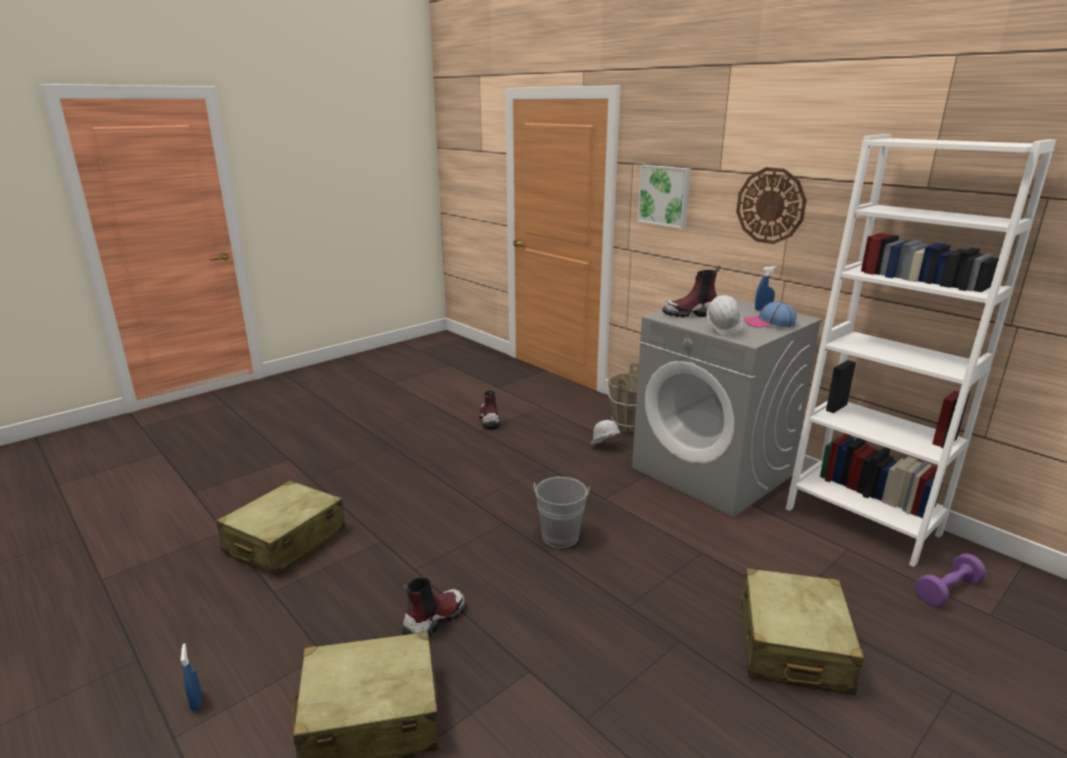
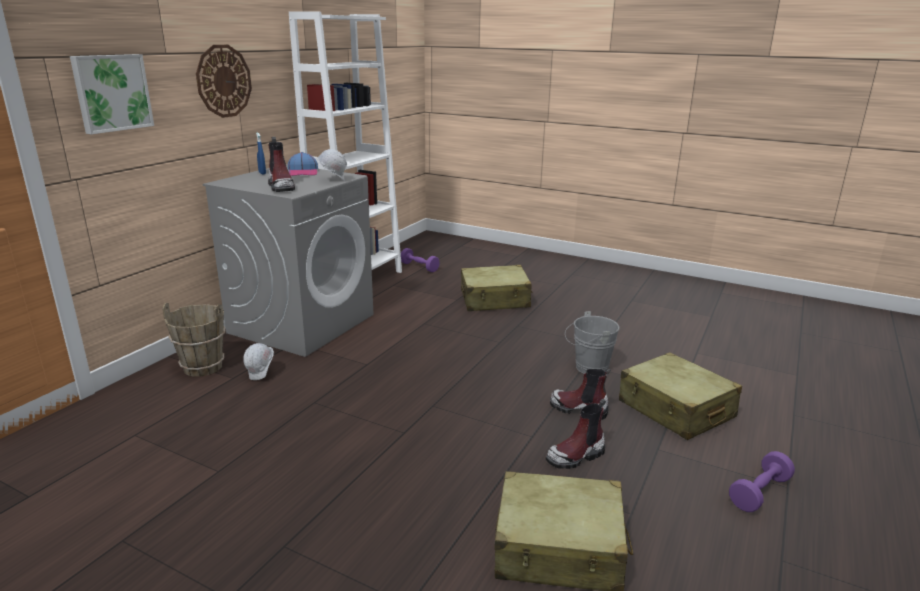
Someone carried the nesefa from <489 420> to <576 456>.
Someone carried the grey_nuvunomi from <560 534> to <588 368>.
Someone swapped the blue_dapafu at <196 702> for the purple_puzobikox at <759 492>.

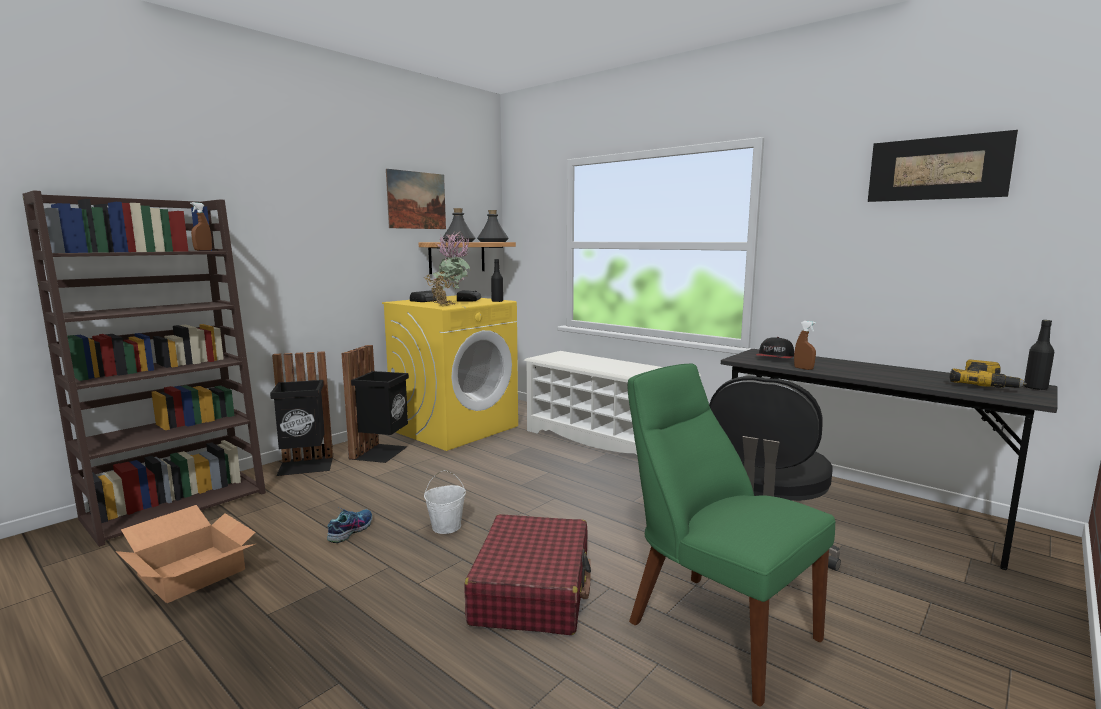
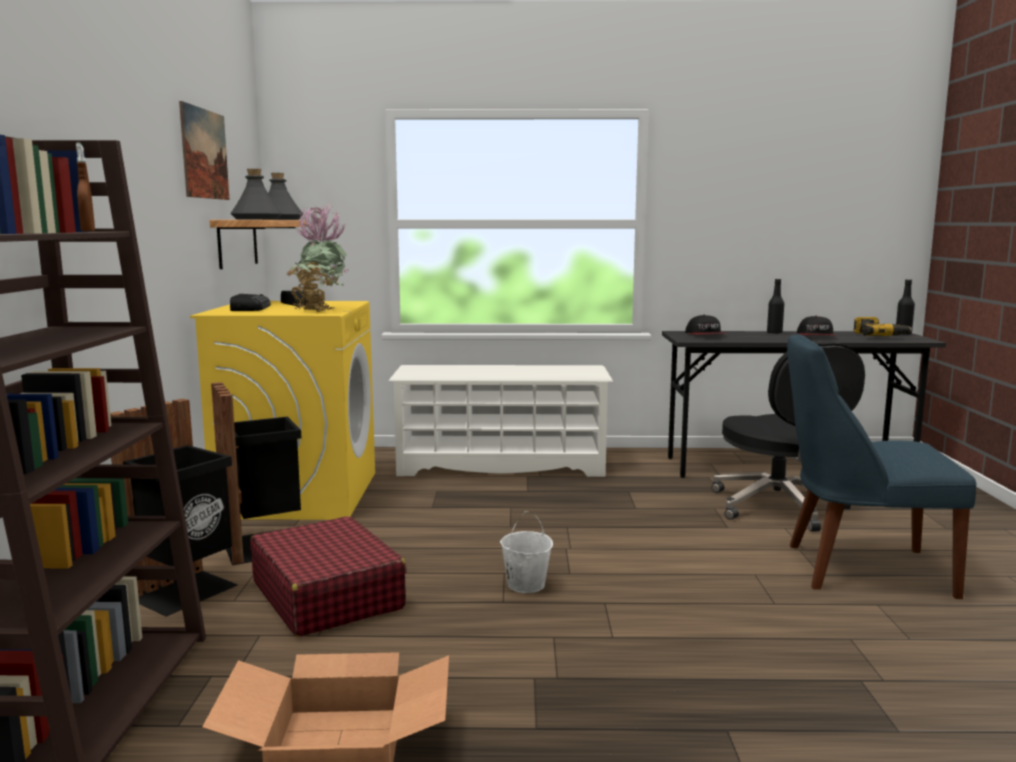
Someone carried the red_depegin from <532 590> to <327 595>.
Someone carried the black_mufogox from <497 301> to <774 333>.
Someone repainted the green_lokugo at <715 627>, which became the blue_lokugo at <859 569>.
Someone put down the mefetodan at <816 336>.
Someone took away the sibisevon at <350 530>.
Someone took away the brown_dapafu at <803 368>.
Someone took away the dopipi at <937 168>.

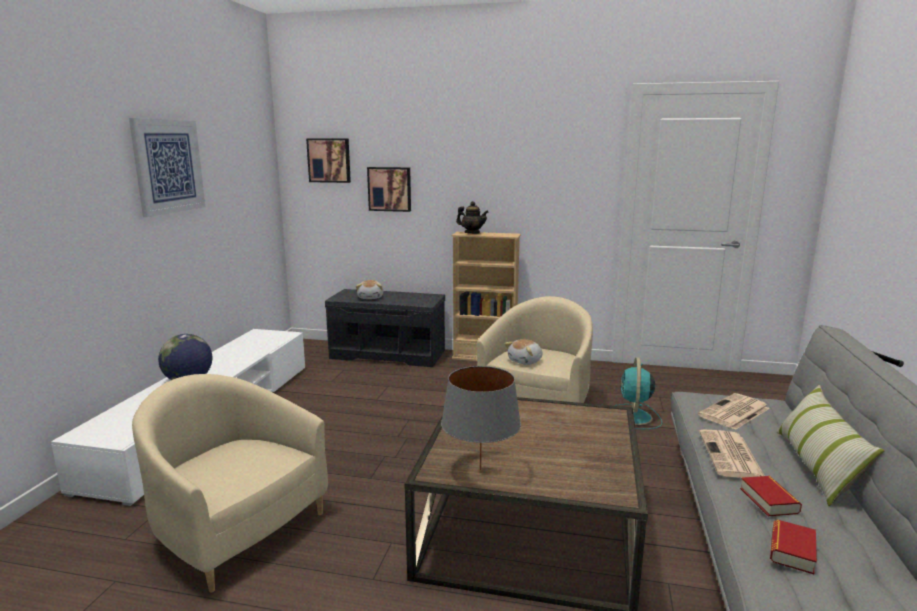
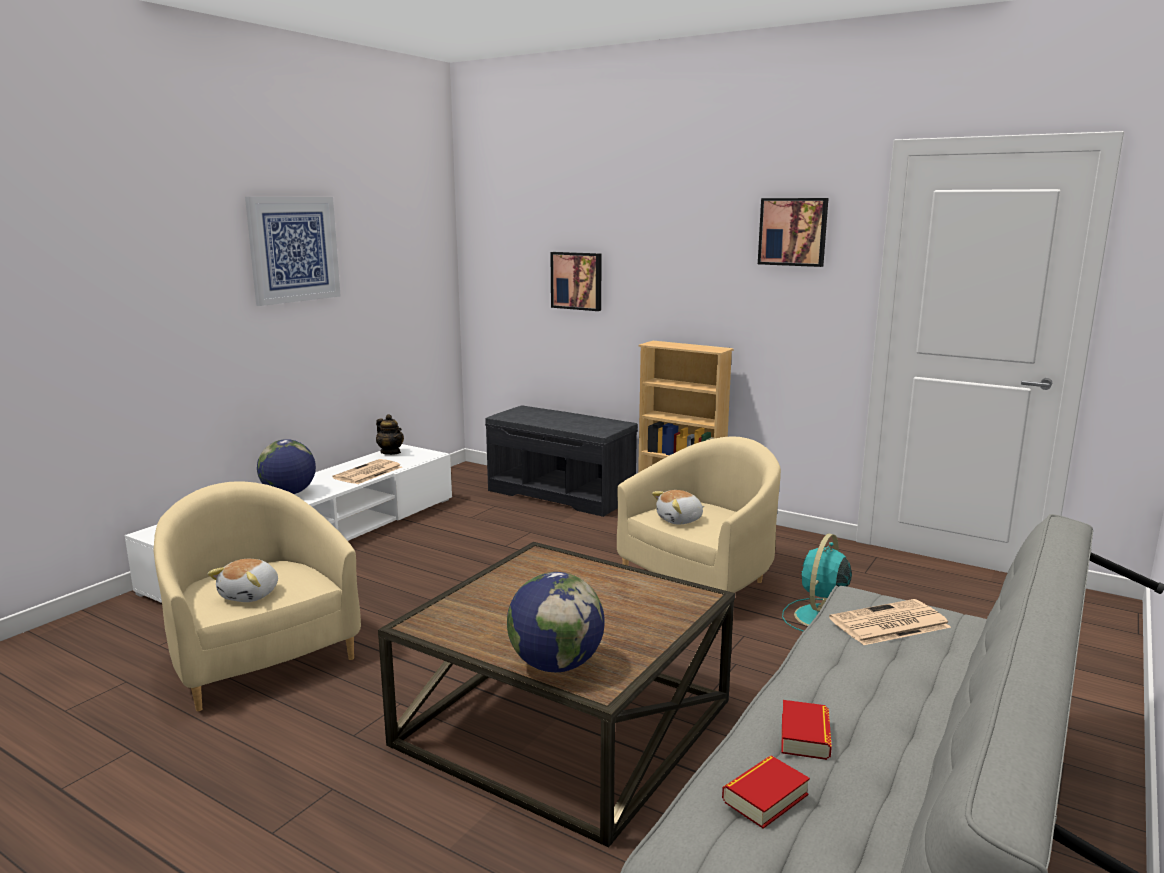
Someone carried the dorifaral from <371 297> to <251 595>.
Someone carried the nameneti from <731 456> to <367 473>.
Someone carried the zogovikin from <472 233> to <390 452>.
Someone put down the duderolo at <556 665>.
Someone carried the dopipi from <329 160> to <793 231>.
Someone took away the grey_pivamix at <480 469>.
Someone took away the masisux at <816 467>.

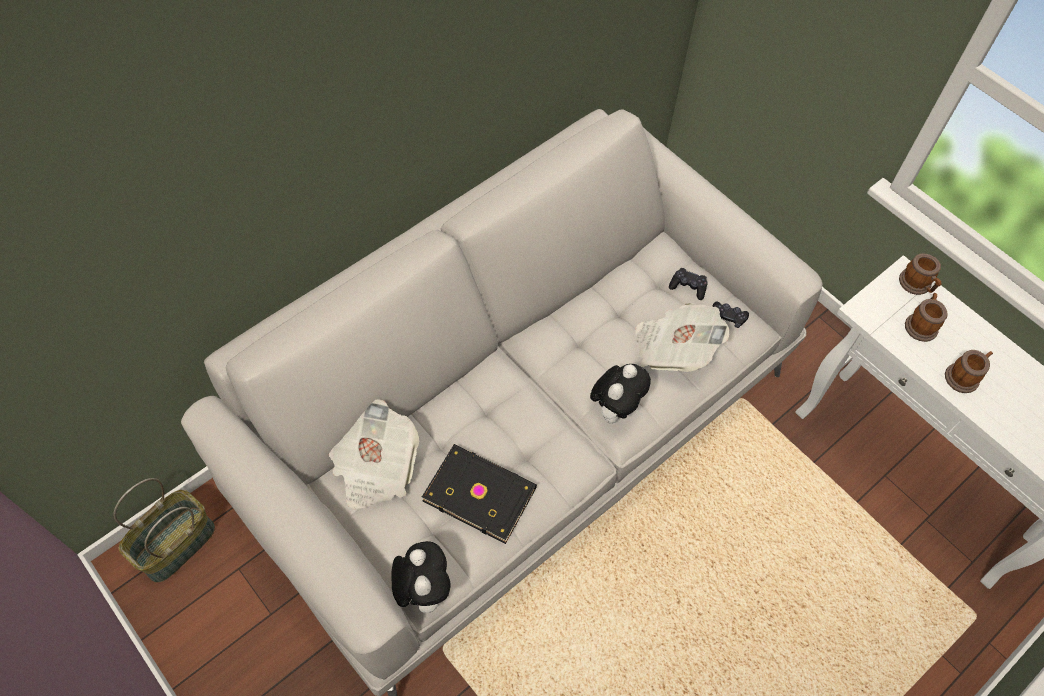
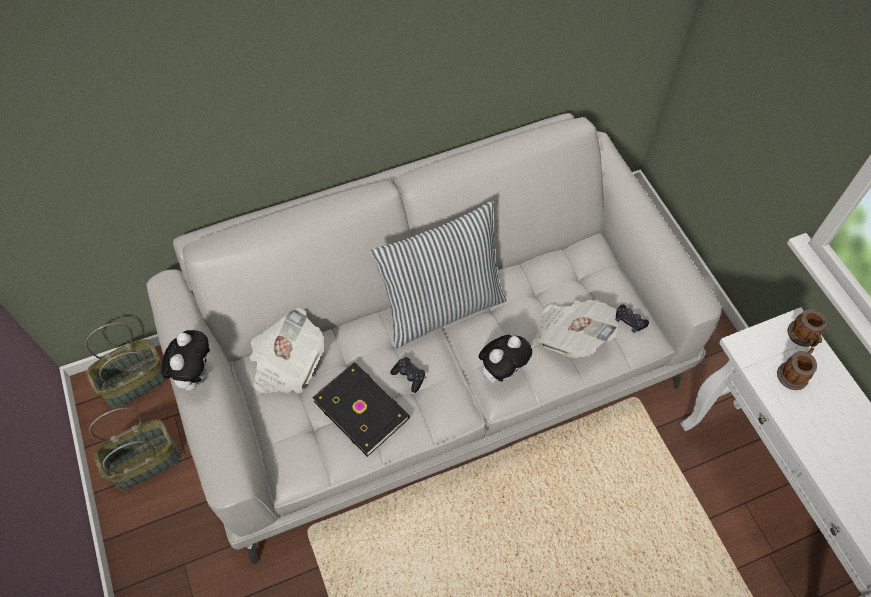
Someone put down the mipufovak at <145 461>.
Someone carried the dorifaral from <423 589> to <195 374>.
Someone put down the masisux at <441 307>.
Someone carried the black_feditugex from <688 287> to <409 376>.
Someone took away the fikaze at <964 376>.

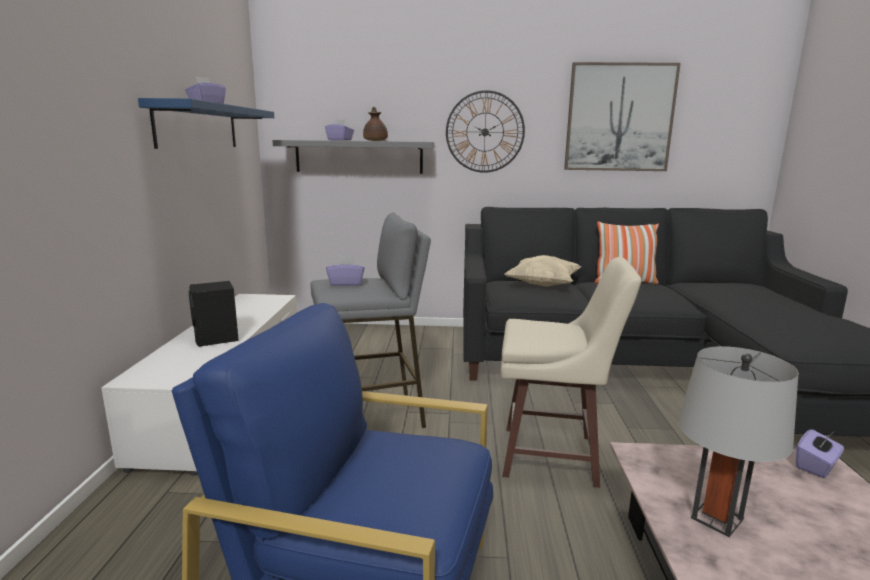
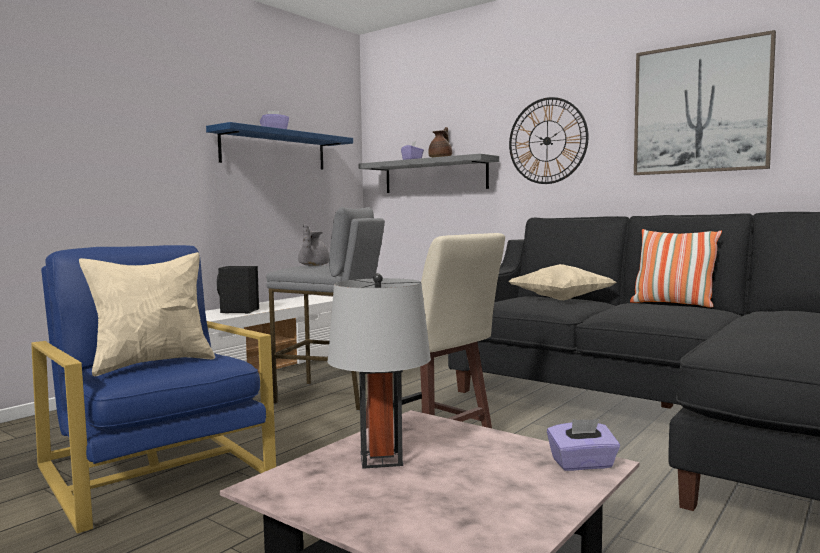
Someone put down the beige_masisux at <152 364>.
Someone swapped the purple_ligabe at <346 283> for the grey_zogovikin at <312 265>.

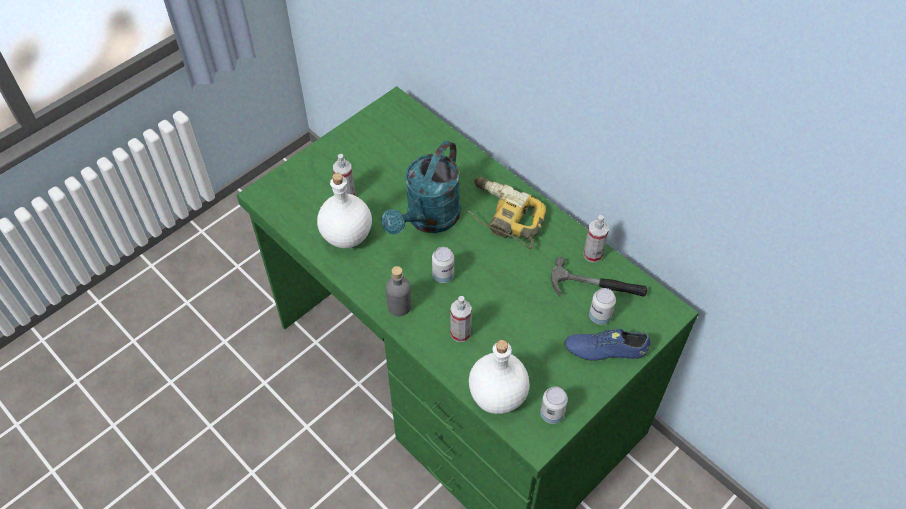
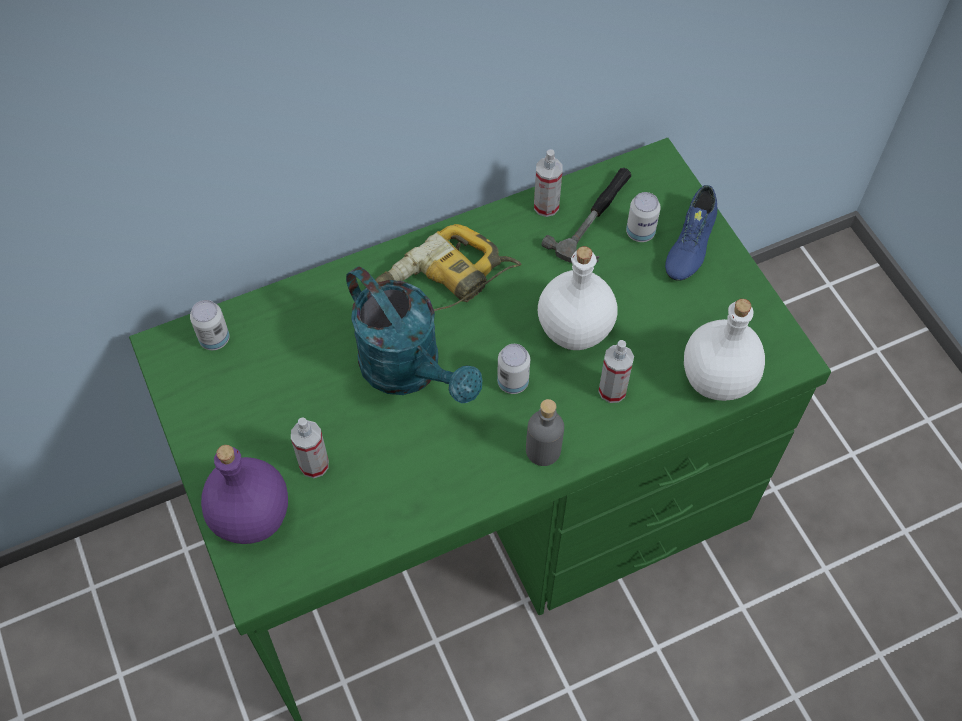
Someone carried the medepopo from <552 414> to <214 339>.
Someone put down the purple_mufogox at <252 514>.
Someone carried the white_mufogox from <346 235> to <573 329>.

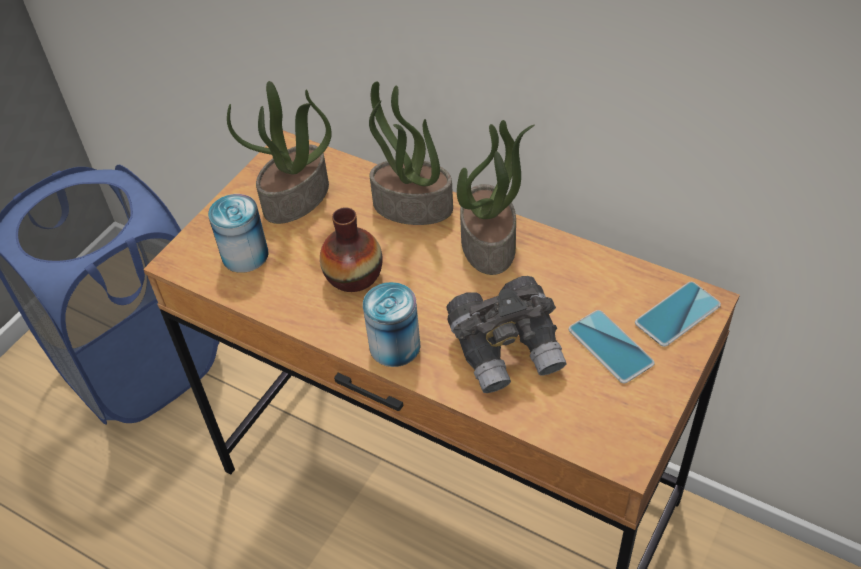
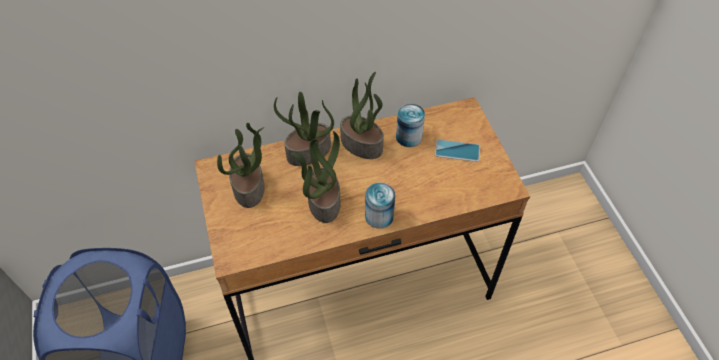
Someone swapped the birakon at <354 276> for the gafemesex at <323 201>.
Someone carried the medepopo from <245 255> to <408 137>.
Someone took away the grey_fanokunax at <507 349>.
Someone took away the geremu at <677 314>.

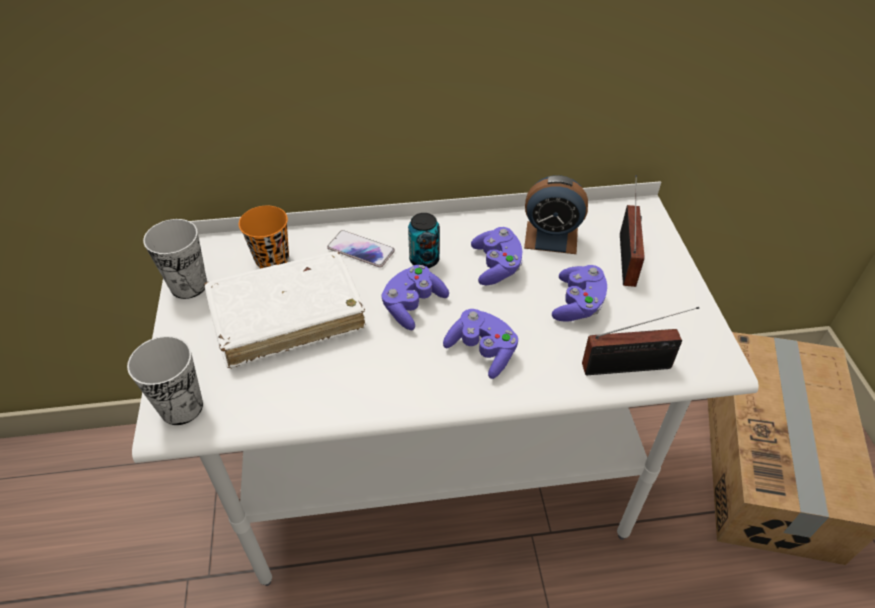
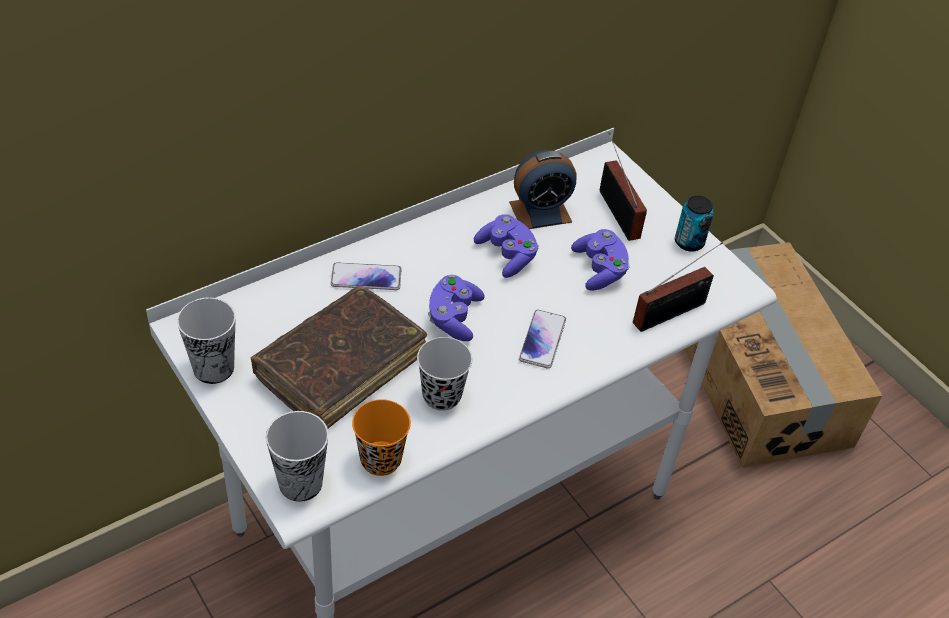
Someone repainted the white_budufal at <287 317>, which became the brown_budufal at <340 366>.
Someone carried the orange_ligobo from <272 260> to <380 460>.
Someone put down the black_ligobo at <441 396>.
Someone swapped the purple_feditugex at <482 351> for the geremu at <542 340>.
Someone carried the medepopo from <424 260> to <689 242>.

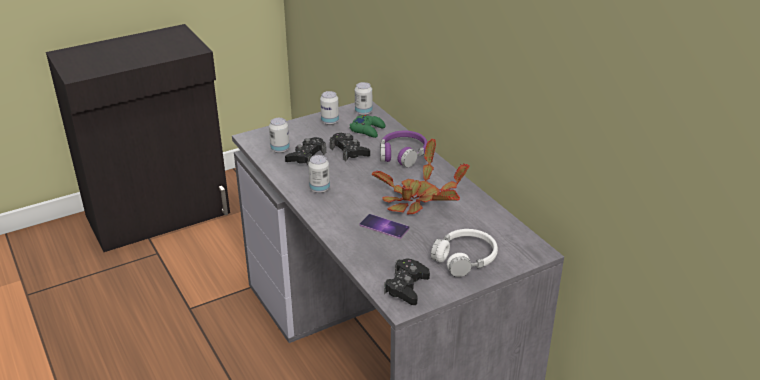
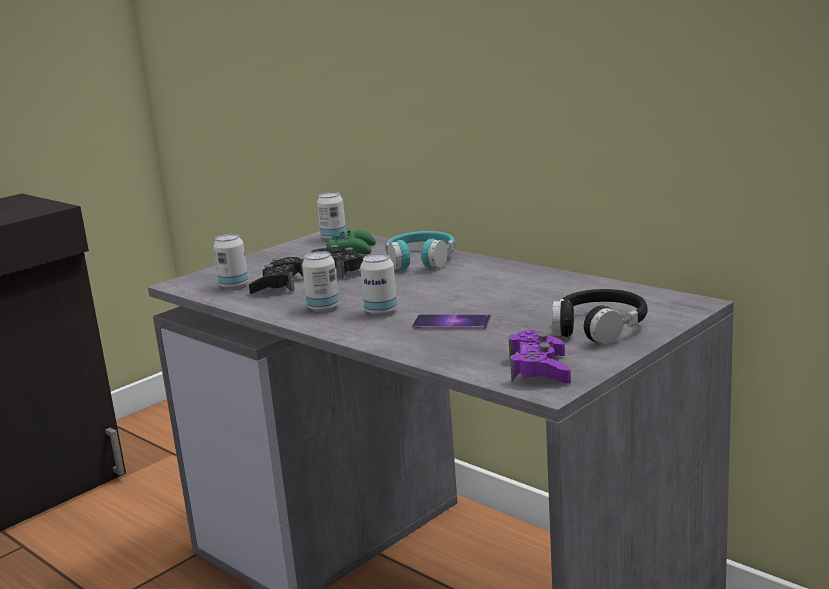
Someone carried the medepopo from <330 122> to <381 311>.
Someone repainted the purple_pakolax at <402 154>, which became the turquoise_pakolax at <420 260>.
Someone repainted the black_feditugex at <406 287>, which became the purple_feditugex at <539 369>.
Someone repainted the white_pakolax at <465 258>, which became the black_pakolax at <598 328>.
Someone took away the gafemesex at <417 200>.

